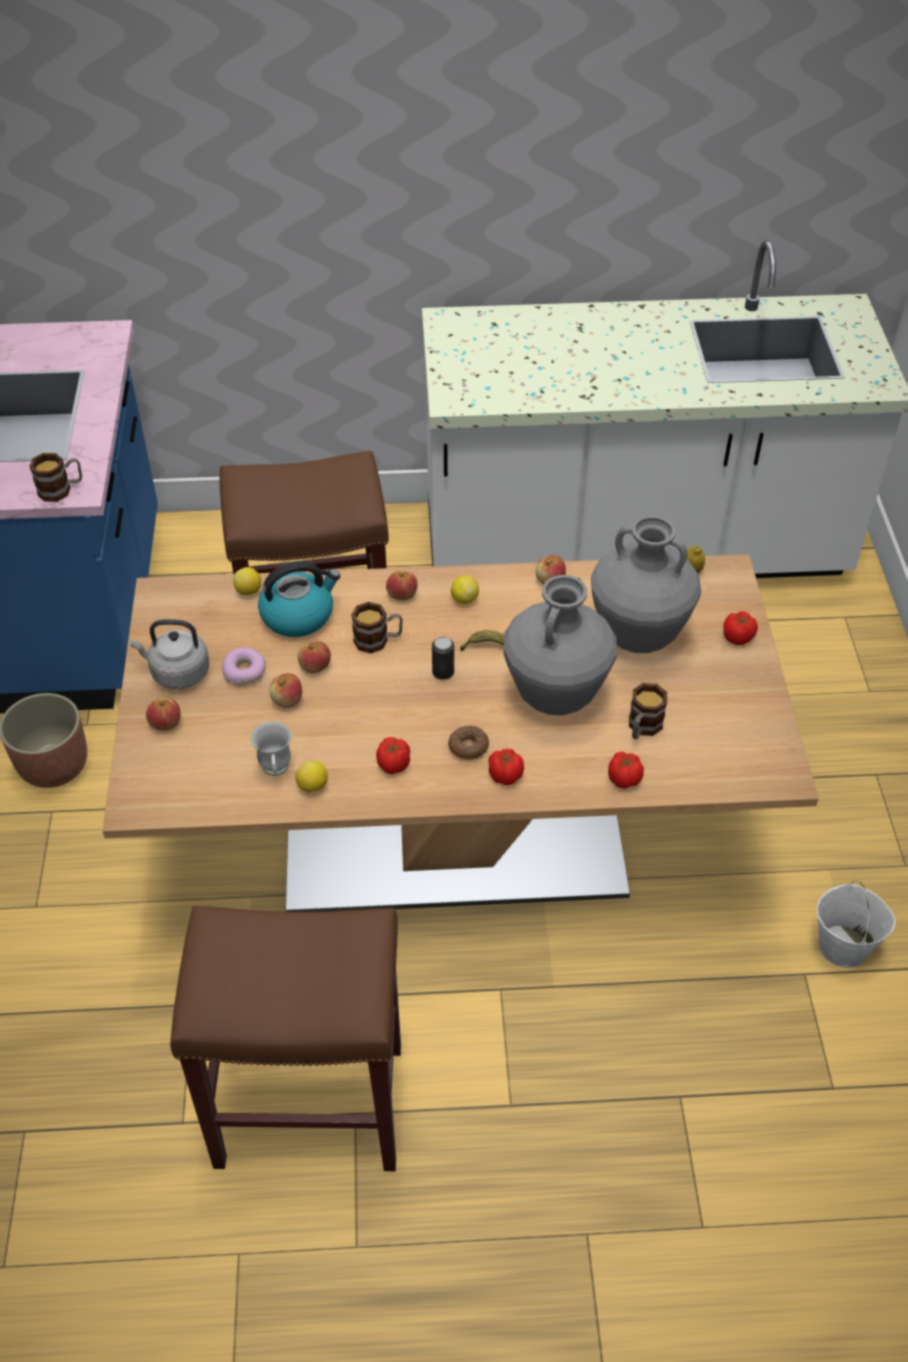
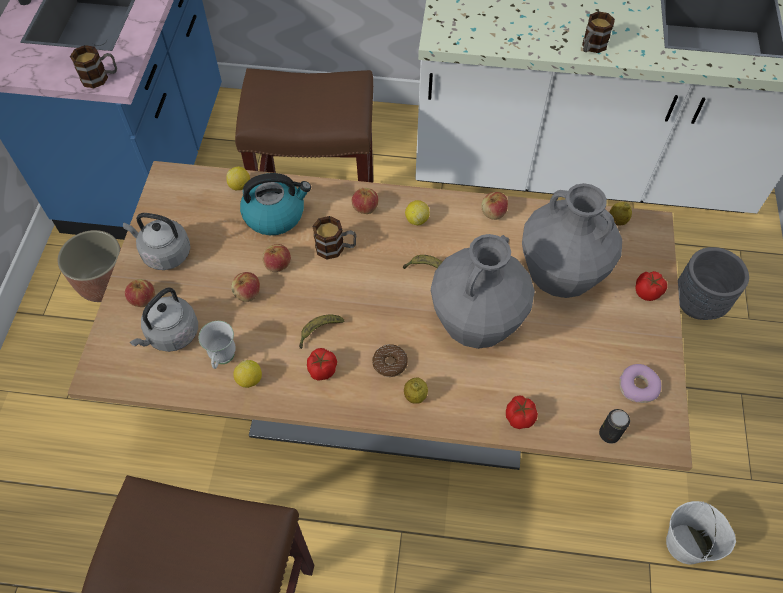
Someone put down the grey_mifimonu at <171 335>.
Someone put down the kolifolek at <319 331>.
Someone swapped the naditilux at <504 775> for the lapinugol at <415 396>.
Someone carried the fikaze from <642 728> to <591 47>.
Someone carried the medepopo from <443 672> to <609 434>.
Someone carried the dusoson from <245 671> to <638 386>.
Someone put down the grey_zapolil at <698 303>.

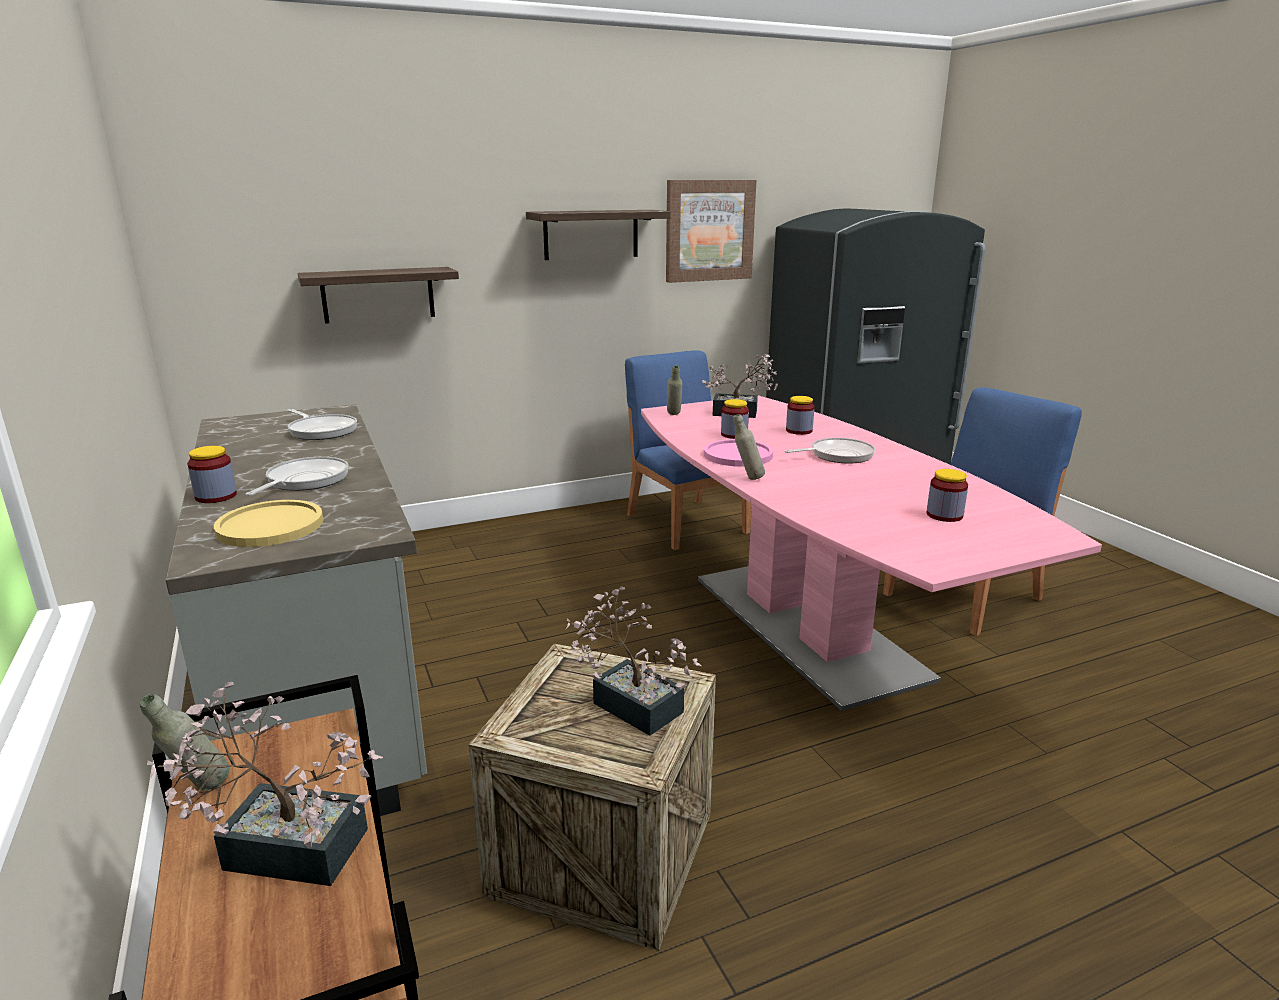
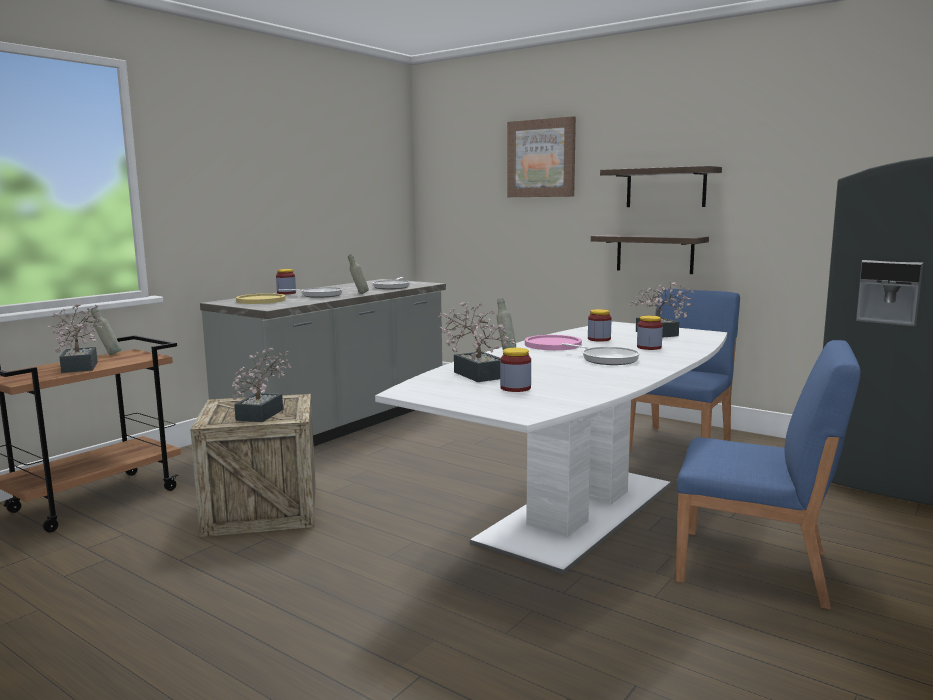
Someone carried the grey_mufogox from <674 415> to <359 293>.
Someone repainted the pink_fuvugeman at <804 625>, which became the white_fuvugeman at <580 512>.
Someone put down the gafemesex at <476 373>.
Someone carried the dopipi from <709 230> to <541 158>.
Someone carried the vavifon from <378 294> to <654 253>.

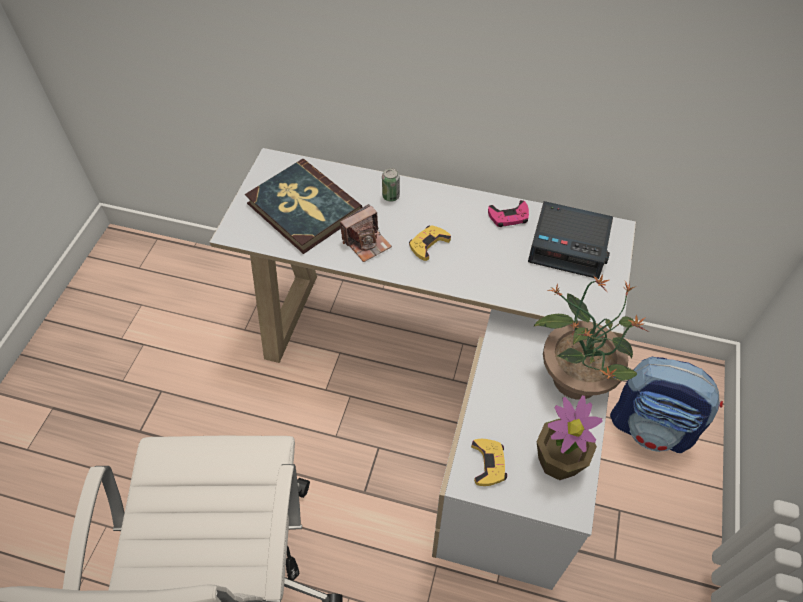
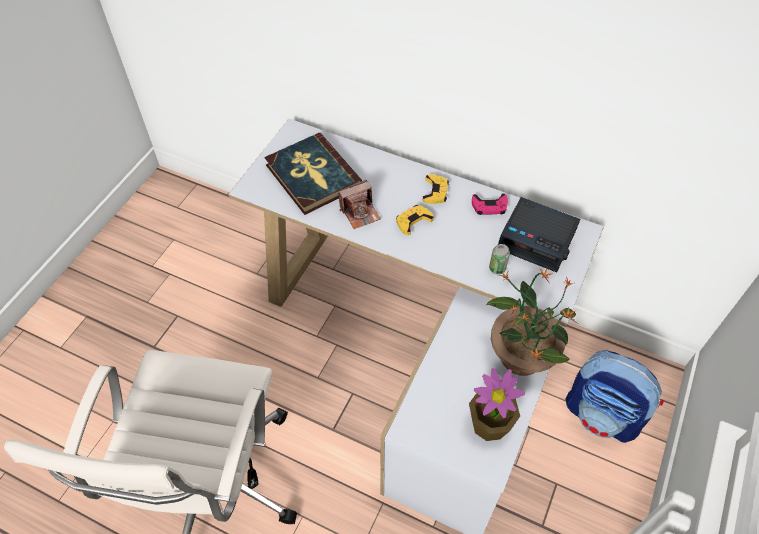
Someone carried the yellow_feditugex from <488 463> to <435 191>.
Someone carried the medepopo from <391 196> to <497 268>.

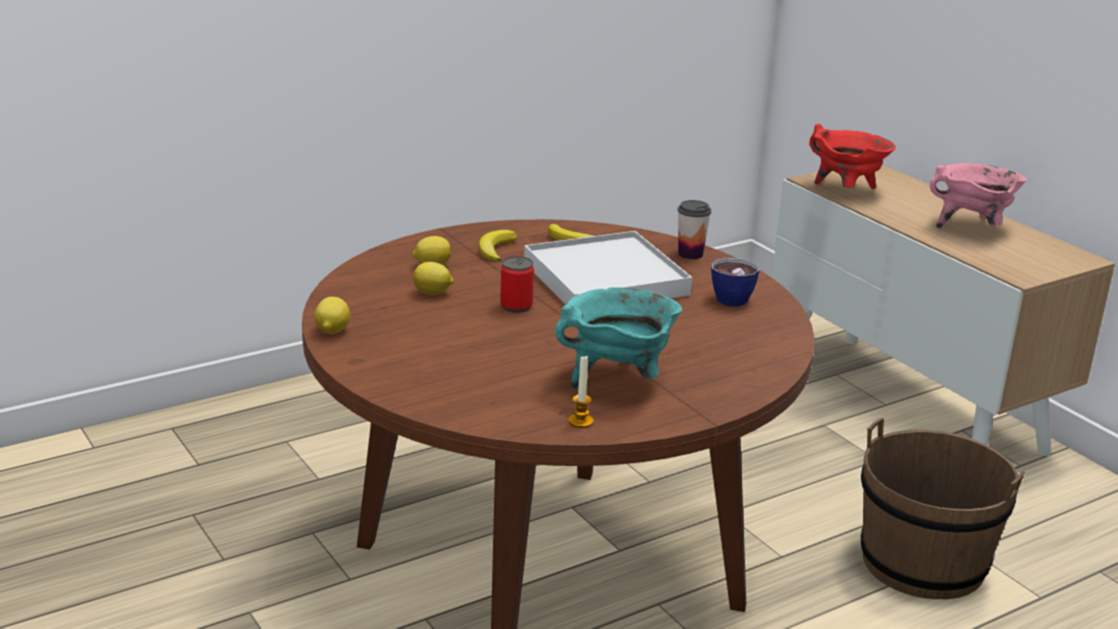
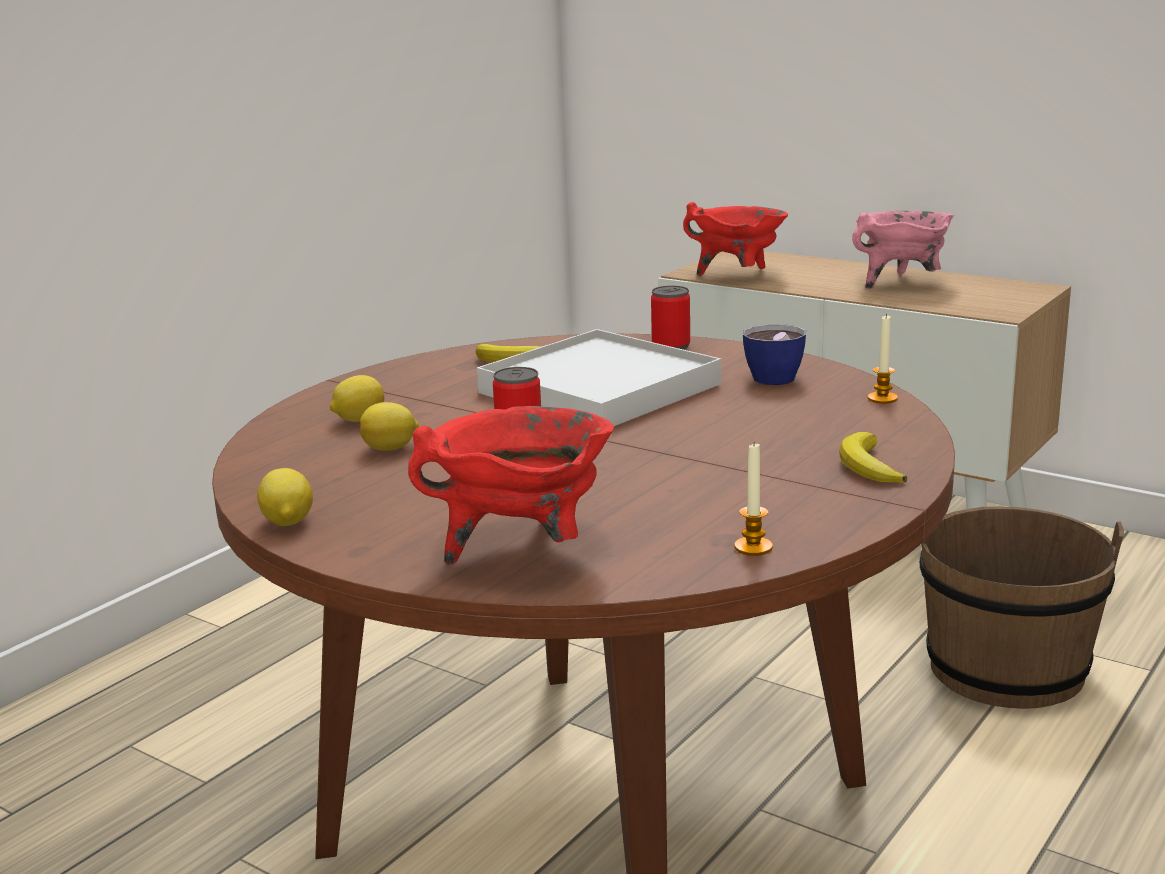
Someone put down the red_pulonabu at <523 550>.
Someone swapped the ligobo at <690 254> for the medepopo at <671 346>.
Someone carried the kolifolek from <496 249> to <868 466>.
Someone put down the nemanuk at <882 398>.
Someone took away the turquoise_pulonabu at <617 380>.

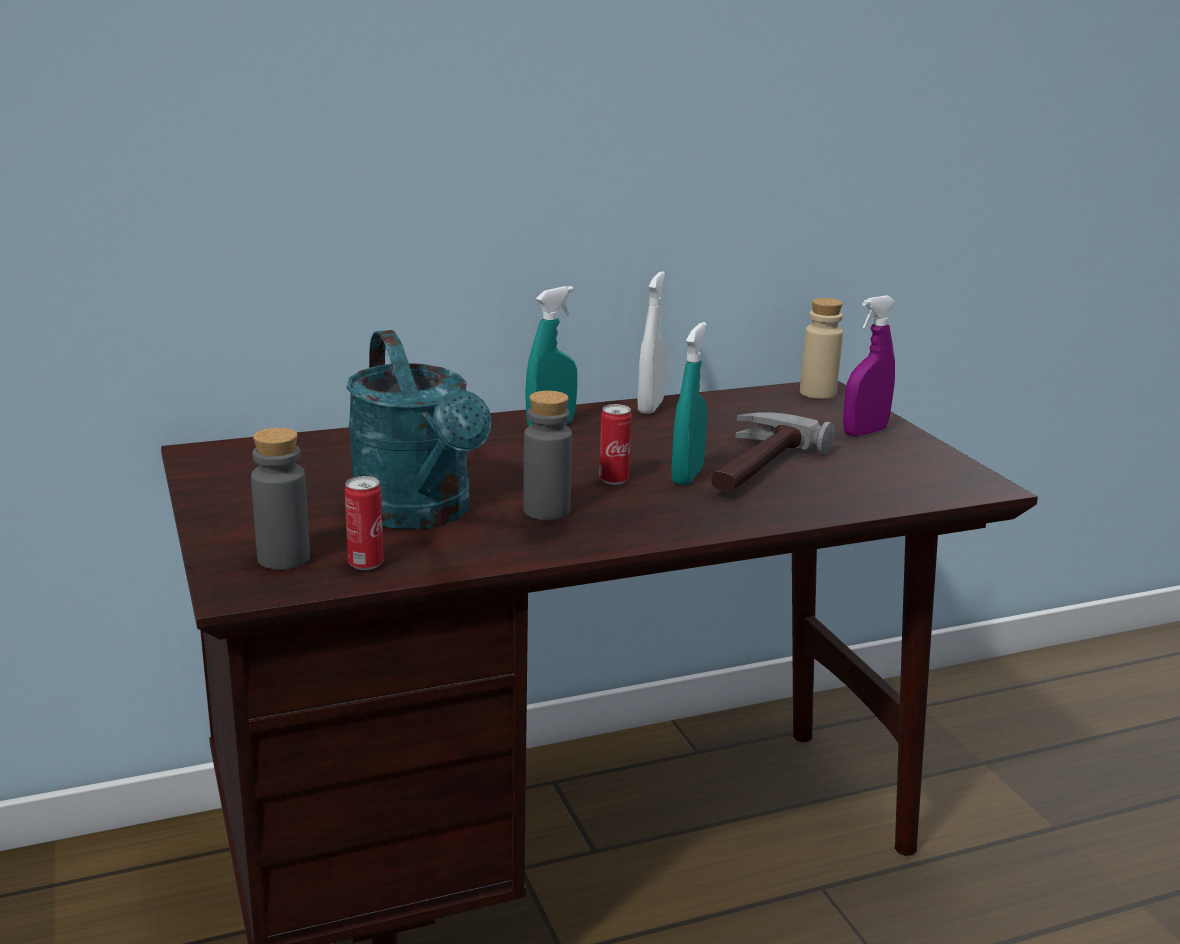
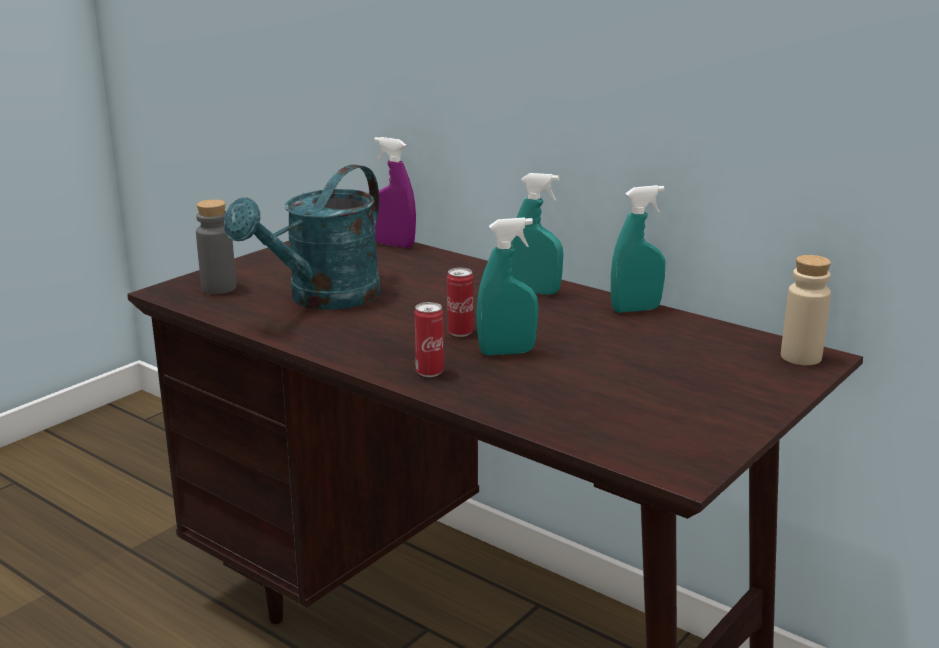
Someone carried the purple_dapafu from <864 432> to <394 244>.
Someone carried the medepopo from <365 564> to <429 372>.
Someone repainted the white_dapafu at <650 407>, which became the turquoise_dapafu at <635 309>.
Someone took away the grey_mufogox at <546 511>.
Someone took away the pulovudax at <755 466>.

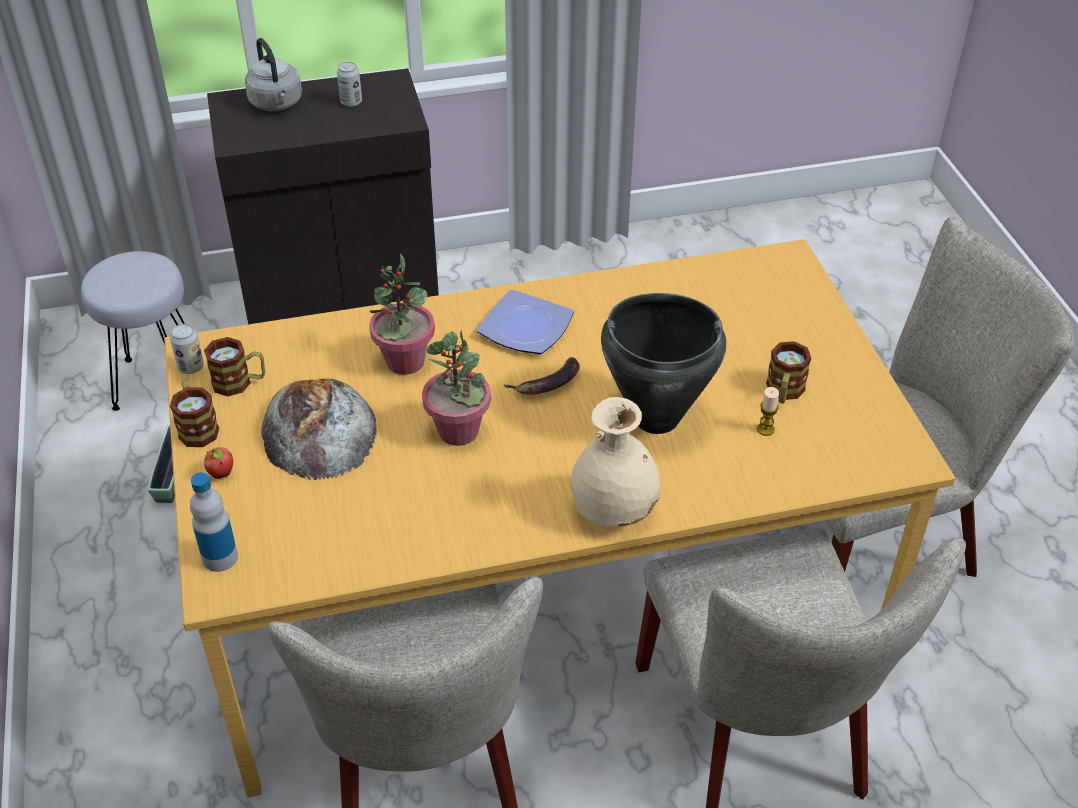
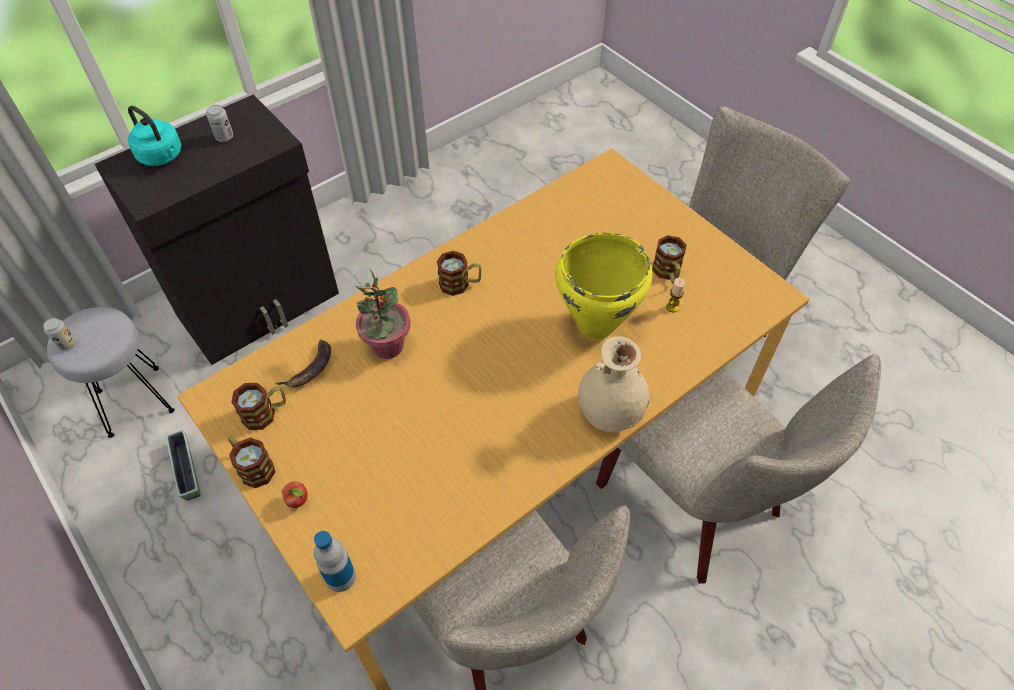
Someone carried the medepopo from <191 367> to <67 344>.
Someone repainted the grey_mifimonu at <277 104>, which became the turquoise_mifimonu at <162 157>.
Someone carried the kolifolek from <547 383> to <310 369>.
Someone swapped the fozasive at <525 326> for the fikaze at <460 284>.
Someone repainted the black_pulonabu at <655 417>, which became the yellow_pulonabu at <594 325>.
Someone took away the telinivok at <318 429>.
Someone took away the gafemesex at <459 431>.

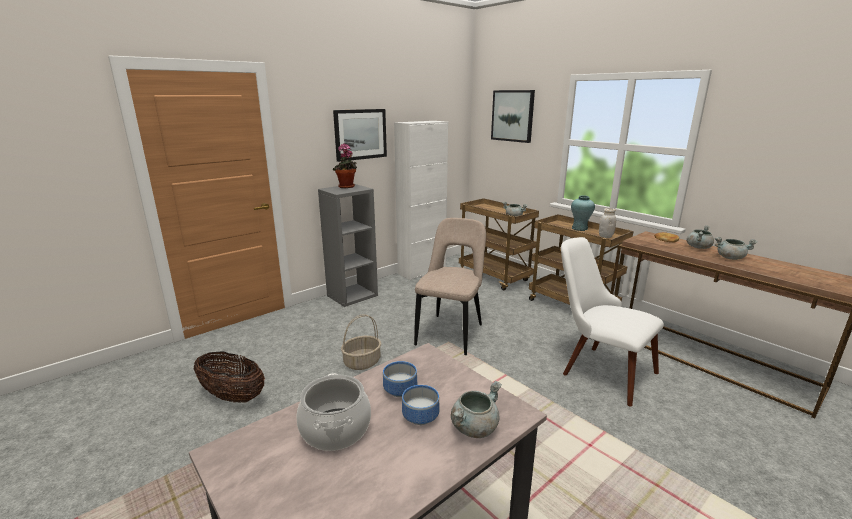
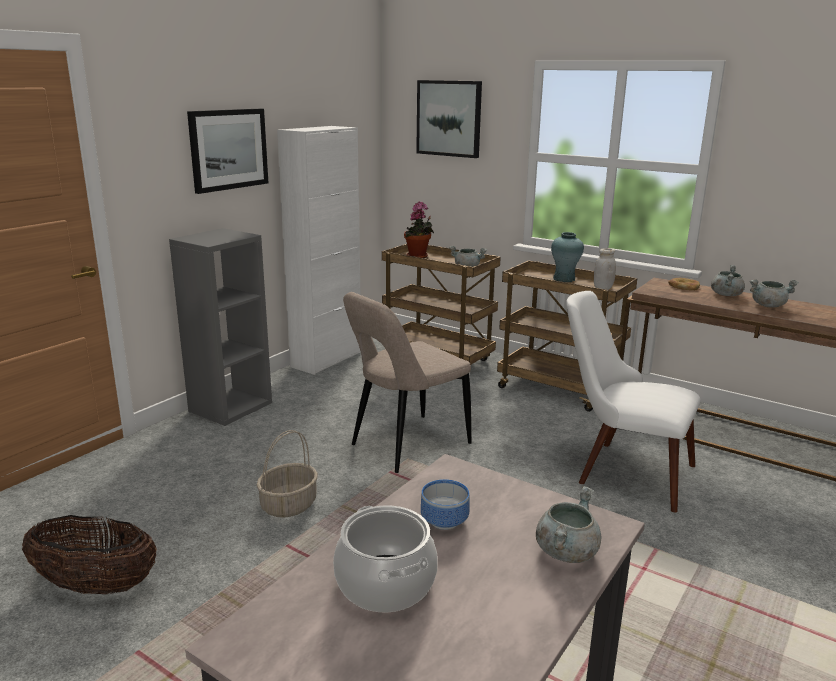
Someone rotated the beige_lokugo at <451 333> by 135 degrees counterclockwise.
Someone carried the gafemesex from <347 187> to <418 257>.
Someone took away the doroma at <422 417>.

